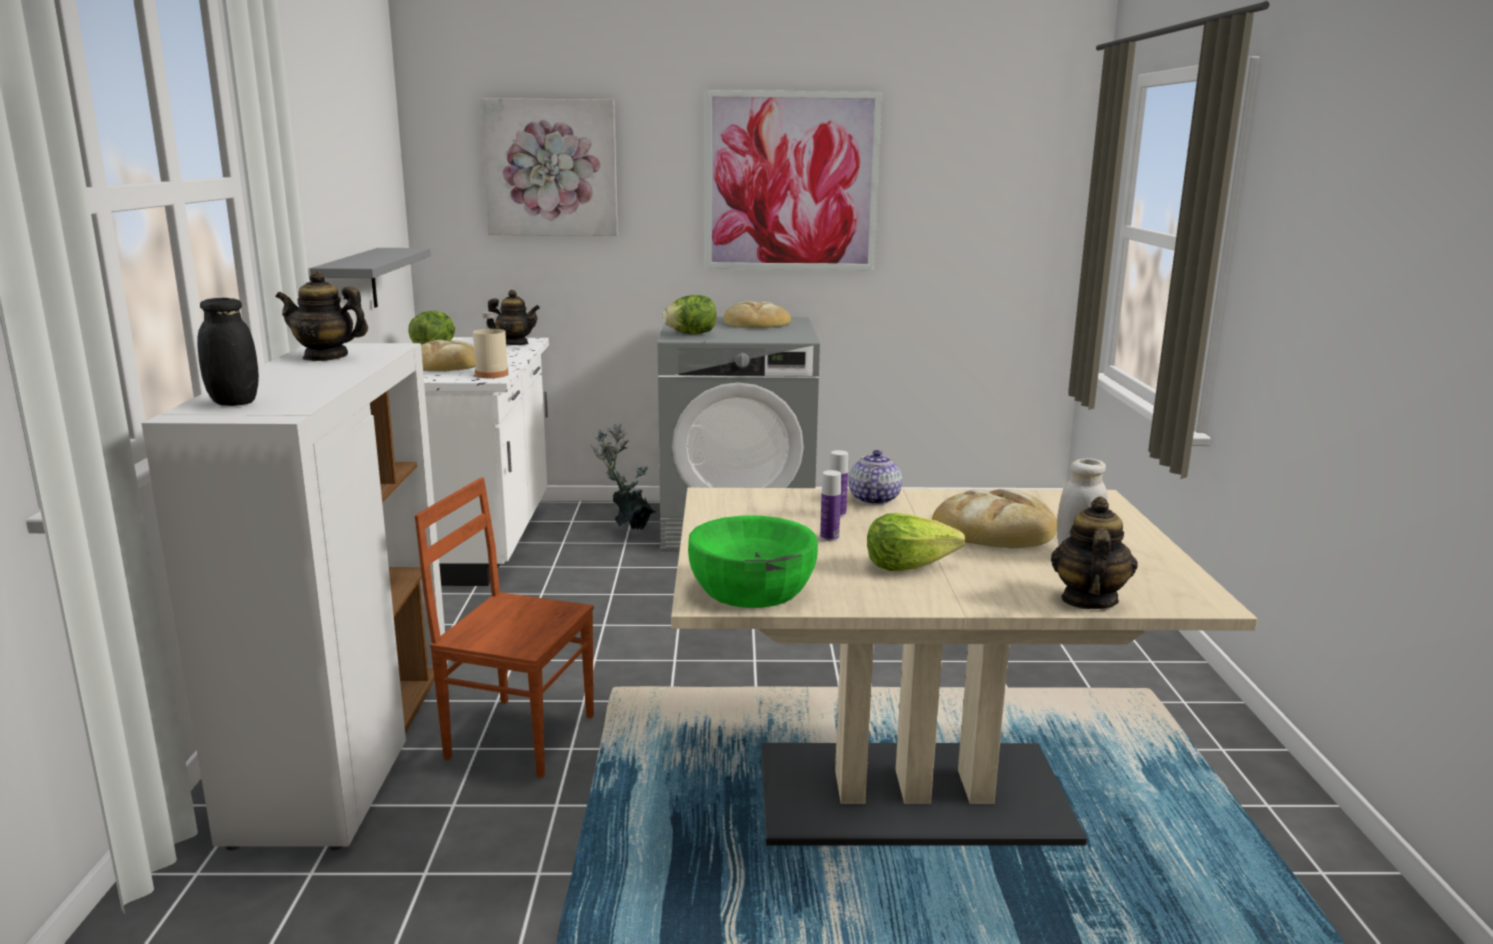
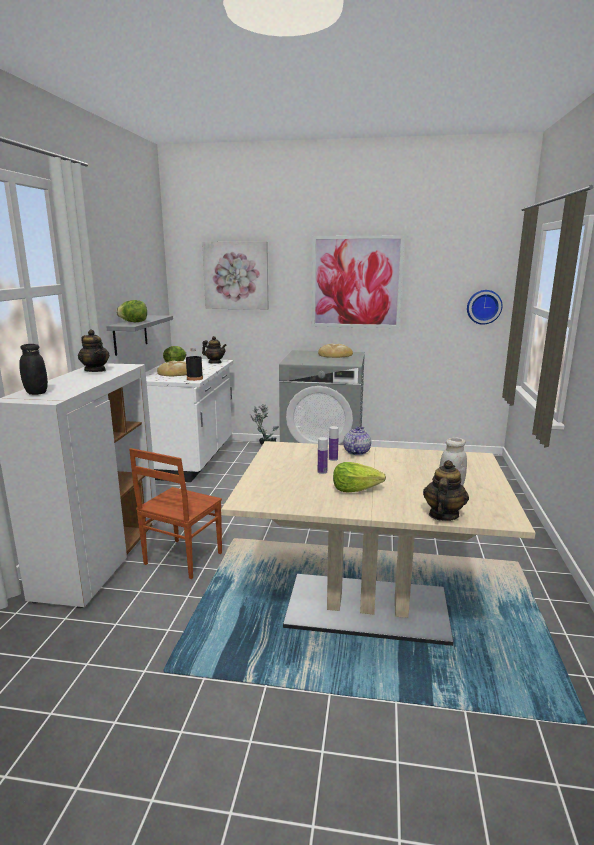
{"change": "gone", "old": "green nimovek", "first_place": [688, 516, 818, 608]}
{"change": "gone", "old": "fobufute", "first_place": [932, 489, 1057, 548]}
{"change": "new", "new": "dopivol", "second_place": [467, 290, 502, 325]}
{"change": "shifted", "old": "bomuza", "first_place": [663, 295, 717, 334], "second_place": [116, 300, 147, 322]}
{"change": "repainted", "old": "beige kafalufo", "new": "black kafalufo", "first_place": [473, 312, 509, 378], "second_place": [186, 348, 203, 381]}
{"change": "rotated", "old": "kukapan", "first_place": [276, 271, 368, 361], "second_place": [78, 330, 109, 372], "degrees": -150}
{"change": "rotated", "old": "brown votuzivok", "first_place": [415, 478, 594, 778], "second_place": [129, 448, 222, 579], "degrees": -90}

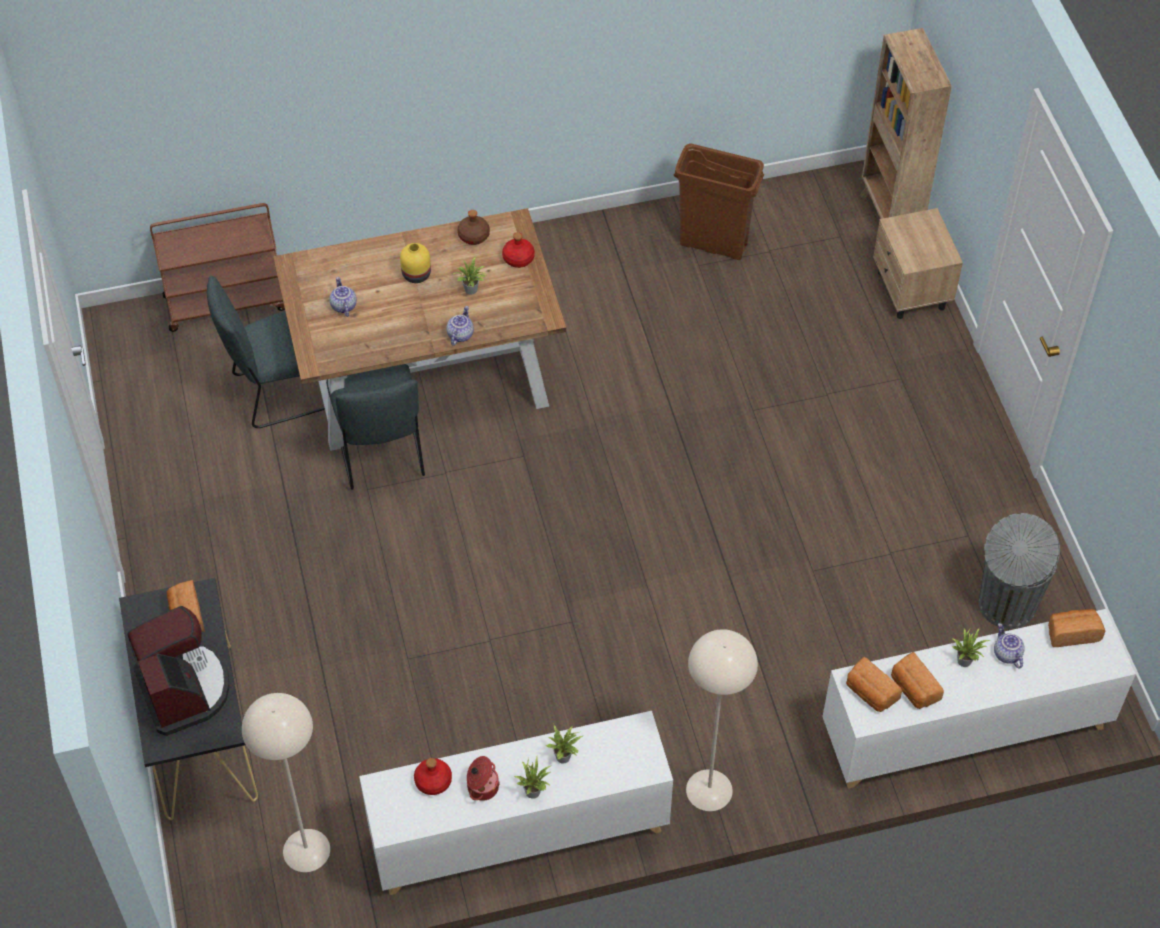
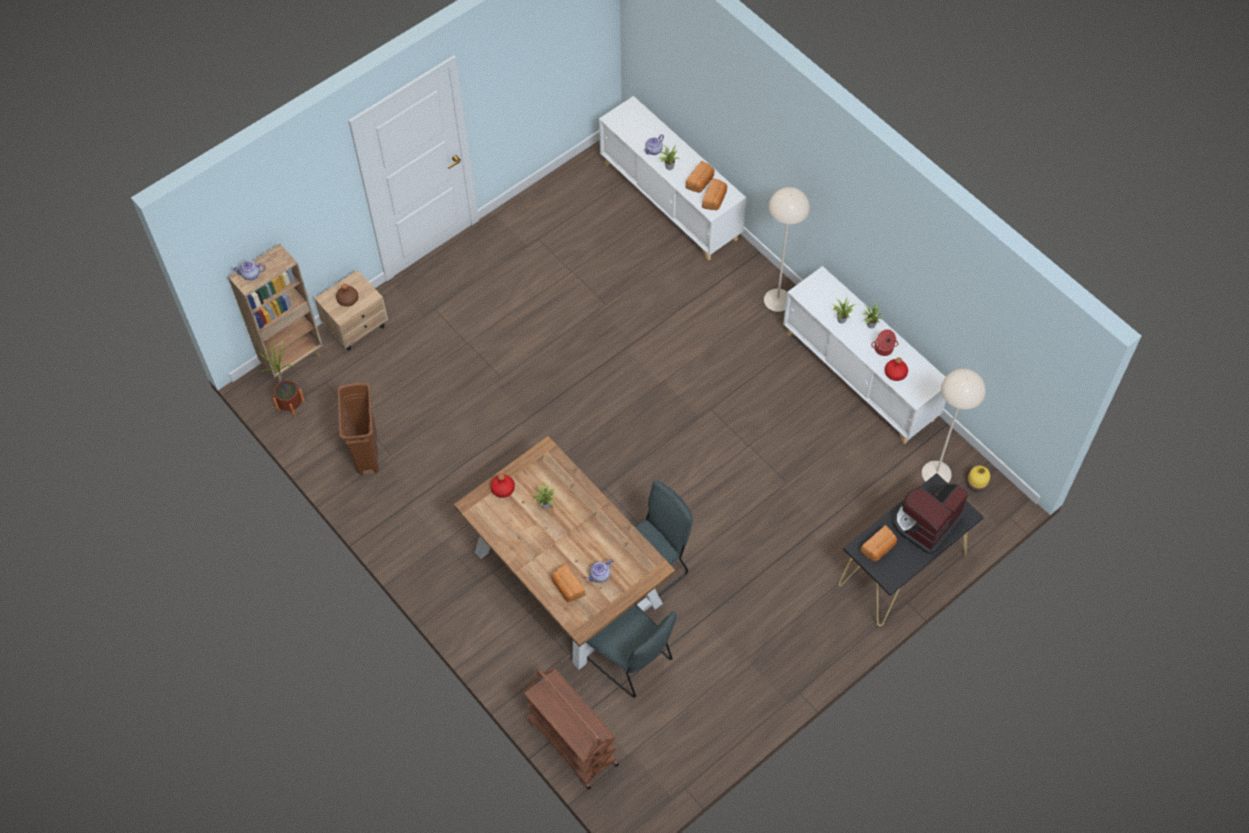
{"change": "gone", "old": "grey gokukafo", "first_place": [979, 513, 1060, 629]}
{"change": "new", "new": "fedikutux", "second_place": [258, 344, 305, 417]}
{"change": "shifted", "old": "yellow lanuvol", "first_place": [400, 243, 431, 283], "second_place": [967, 465, 990, 492]}
{"change": "shifted", "old": "kukapan", "first_place": [447, 306, 474, 346], "second_place": [232, 261, 266, 280]}
{"change": "shifted", "old": "brown kafalufo", "first_place": [457, 210, 490, 245], "second_place": [336, 284, 359, 307]}
{"change": "shifted", "old": "fobufute", "first_place": [1048, 609, 1105, 647], "second_place": [551, 563, 586, 602]}

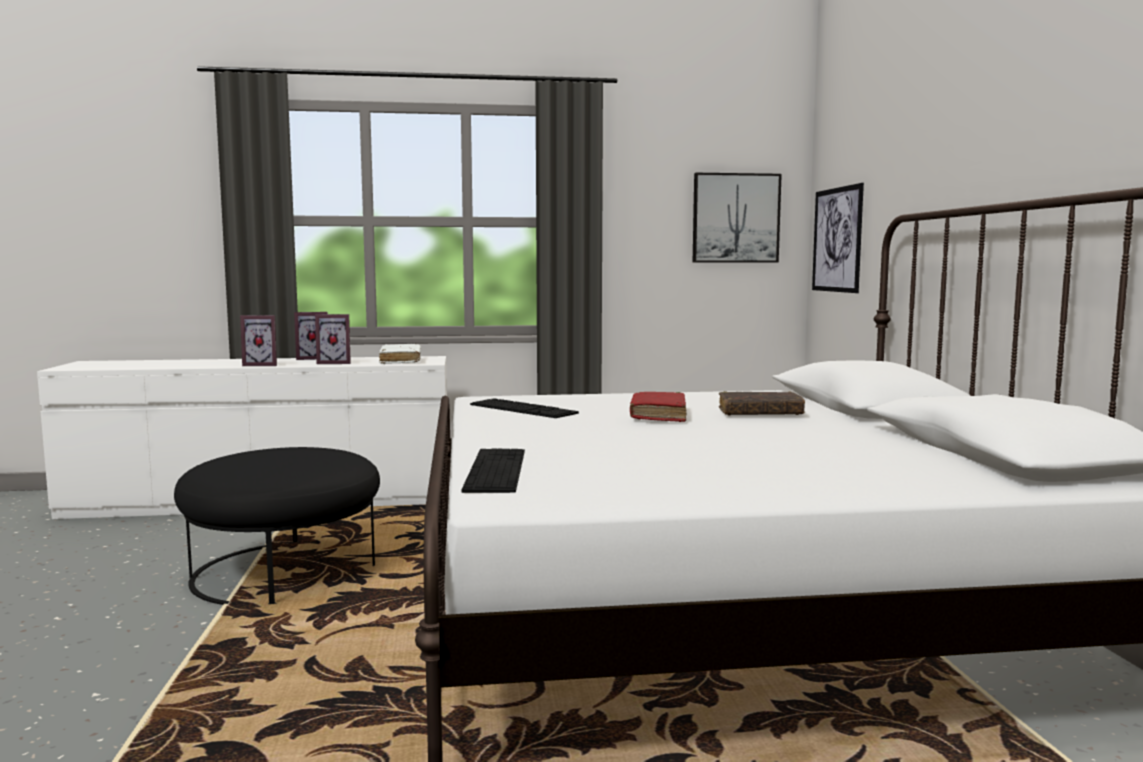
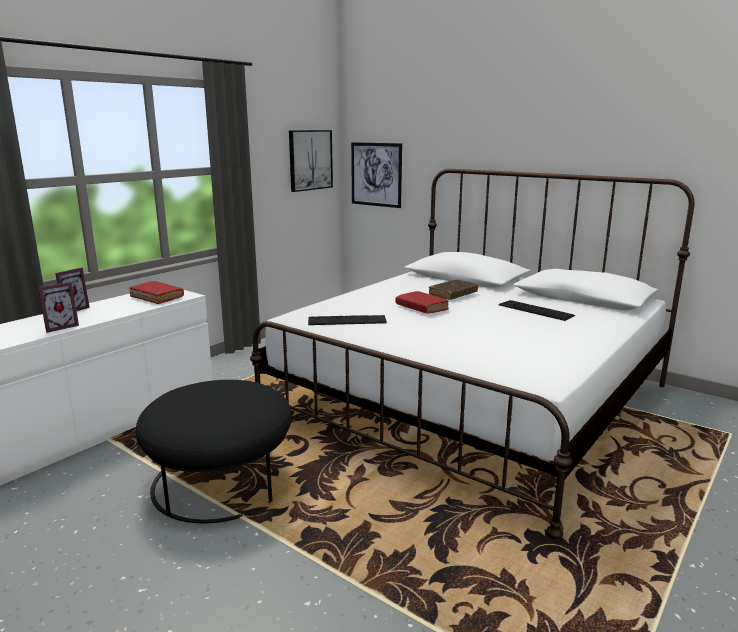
{"change": "gone", "old": "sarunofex", "first_place": [315, 314, 351, 364]}
{"change": "shifted", "old": "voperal", "first_place": [462, 449, 525, 493], "second_place": [499, 300, 575, 321]}
{"change": "repainted", "old": "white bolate", "new": "red bolate", "first_place": [379, 344, 421, 364], "second_place": [130, 281, 184, 304]}

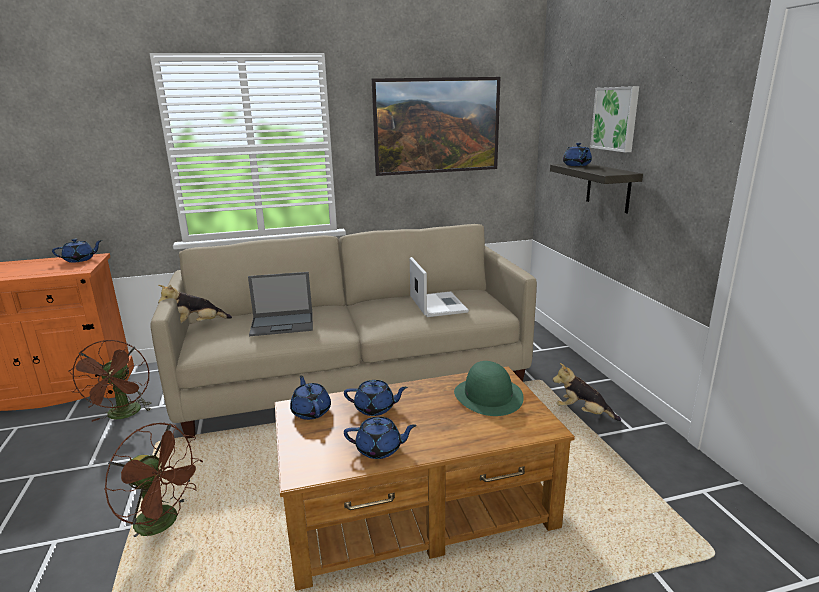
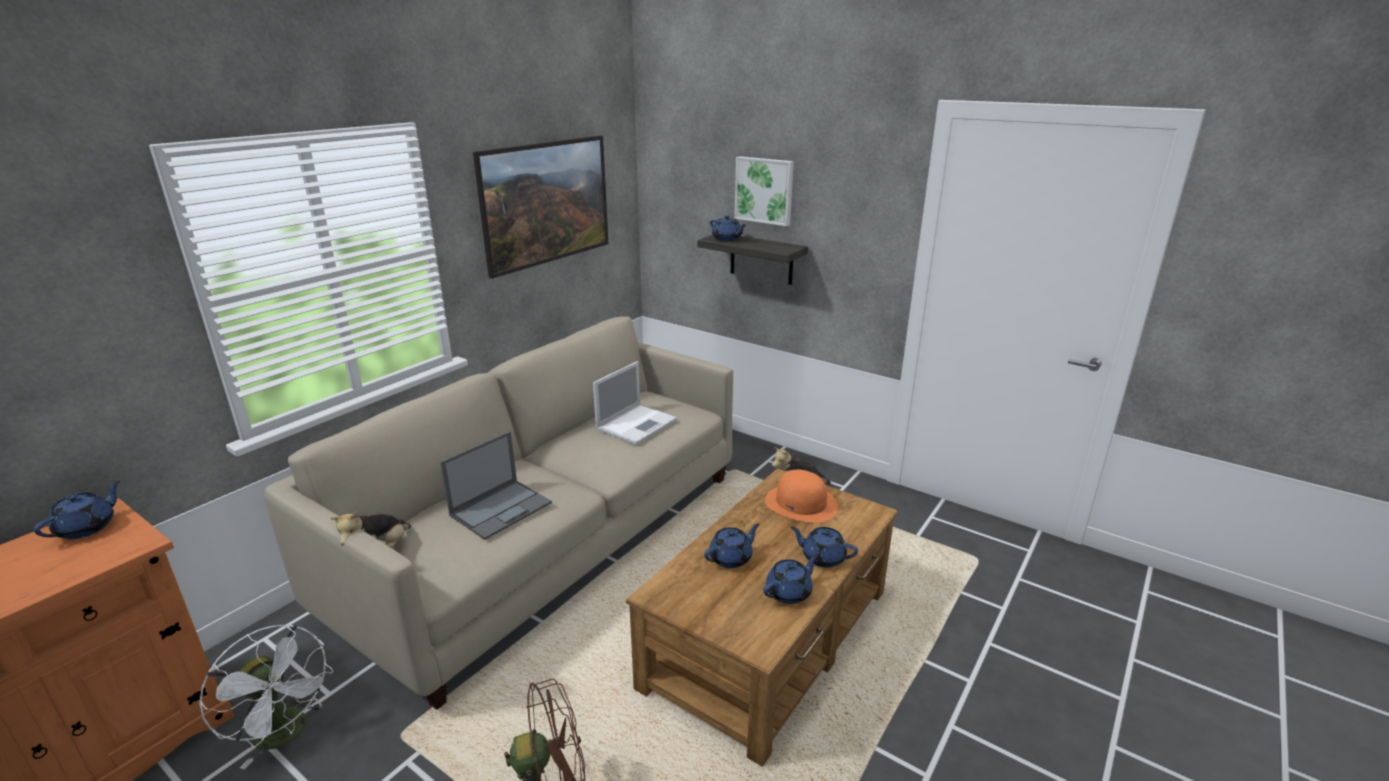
{"change": "shifted", "old": "blue kukapan", "first_place": [290, 375, 331, 420], "second_place": [790, 526, 858, 568]}
{"change": "repainted", "old": "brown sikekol", "new": "white sikekol", "first_place": [69, 340, 152, 422], "second_place": [199, 624, 333, 770]}
{"change": "repainted", "old": "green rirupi", "new": "orange rirupi", "first_place": [454, 361, 524, 416], "second_place": [765, 470, 838, 523]}
{"change": "rotated", "old": "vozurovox", "first_place": [410, 257, 469, 317], "second_place": [593, 361, 677, 445], "degrees": 90}

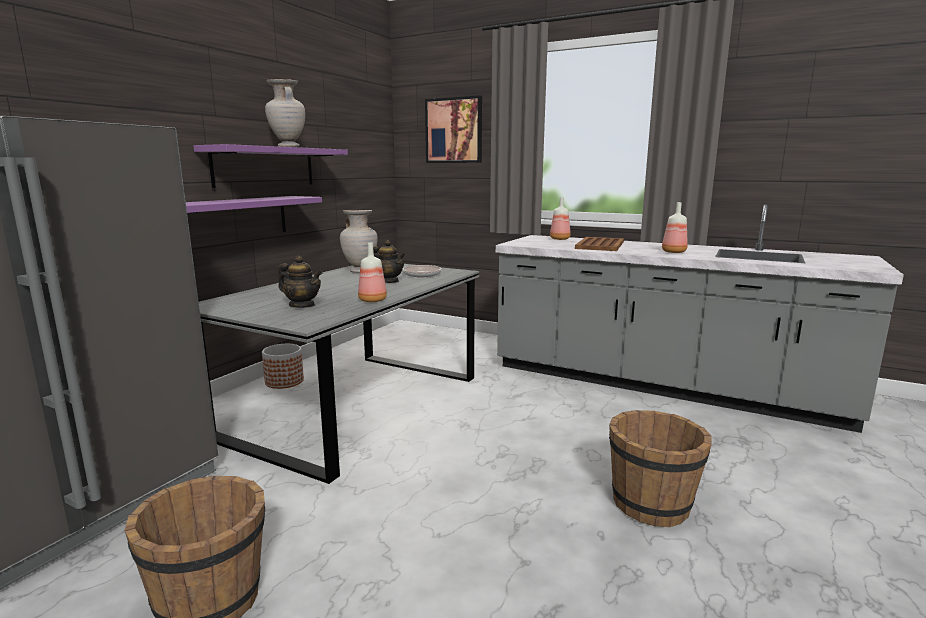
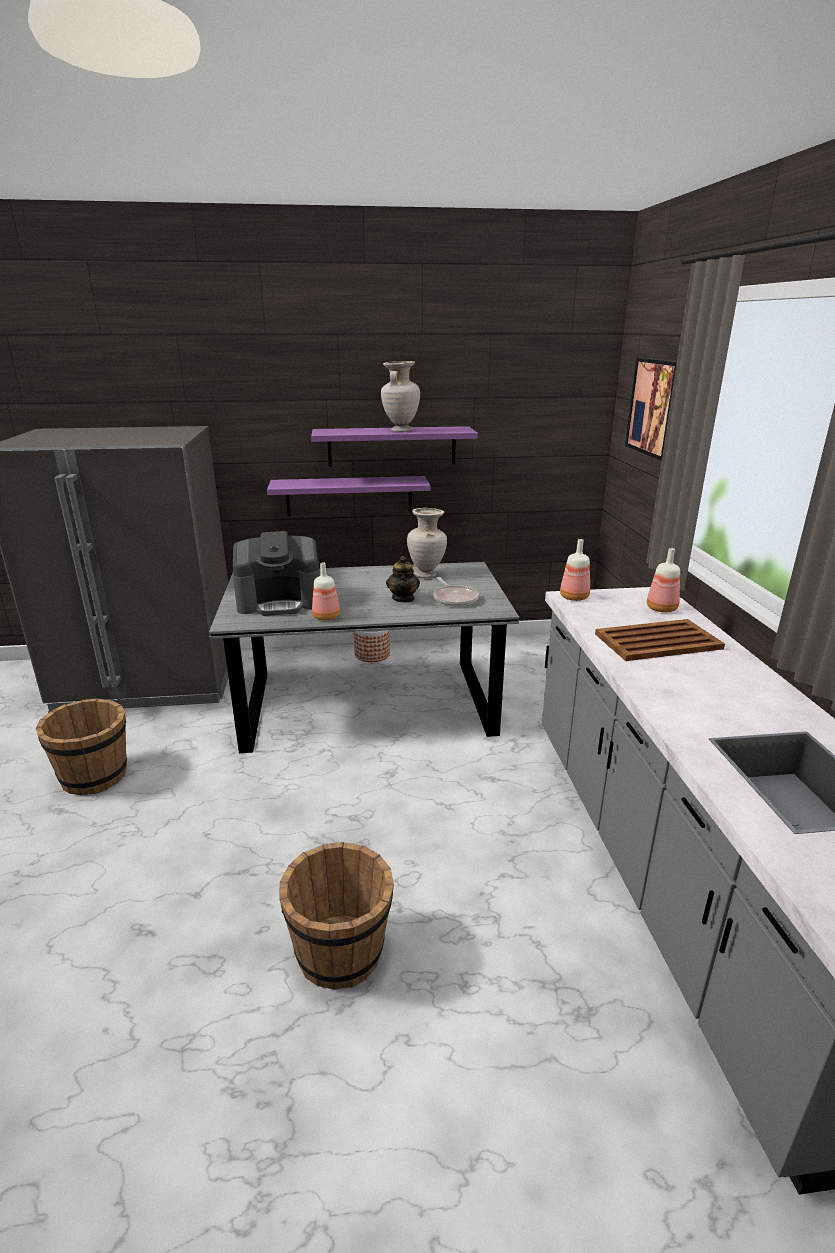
{"change": "shifted", "old": "kafalufo", "first_place": [662, 202, 688, 253], "second_place": [560, 539, 590, 601]}
{"change": "swapped", "old": "kukapan", "new": "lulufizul", "first_place": [278, 256, 323, 308], "second_place": [233, 531, 320, 616]}

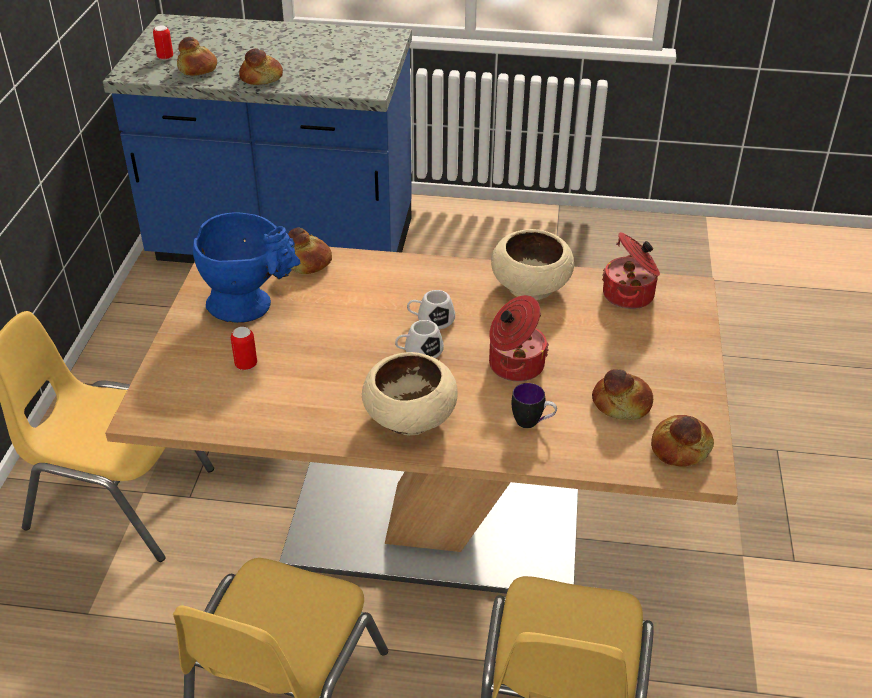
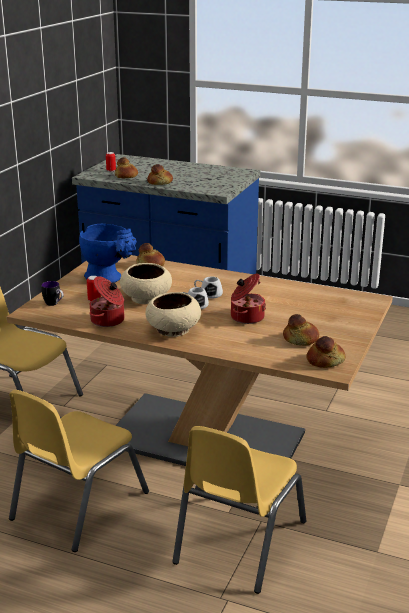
{"change": "shifted", "old": "beige nimovek", "first_place": [491, 229, 574, 300], "second_place": [120, 263, 172, 304]}
{"change": "shifted", "old": "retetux", "first_place": [512, 383, 557, 428], "second_place": [41, 281, 64, 306]}
{"change": "shifted", "old": "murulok", "first_place": [602, 232, 660, 309], "second_place": [90, 276, 125, 327]}

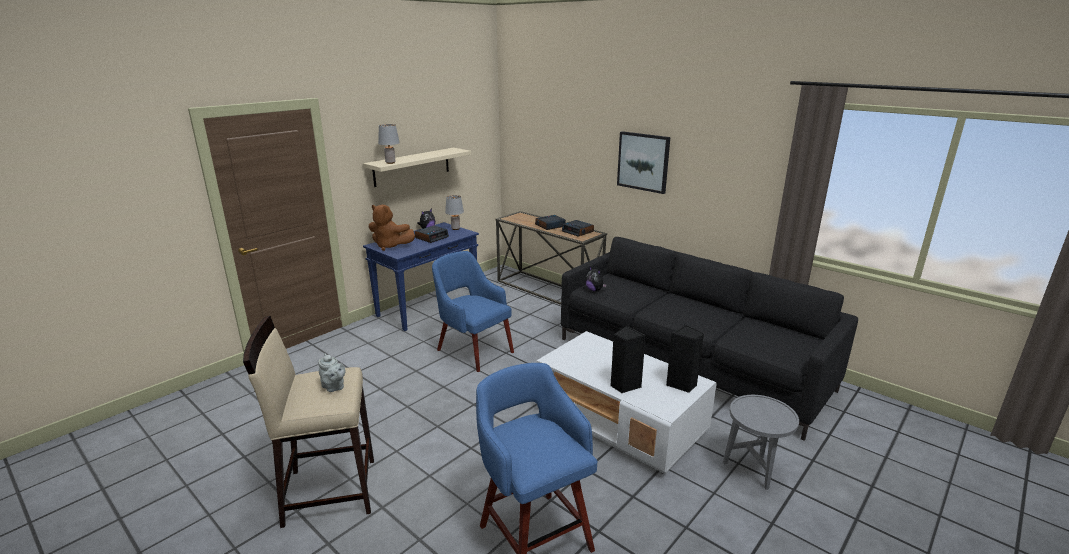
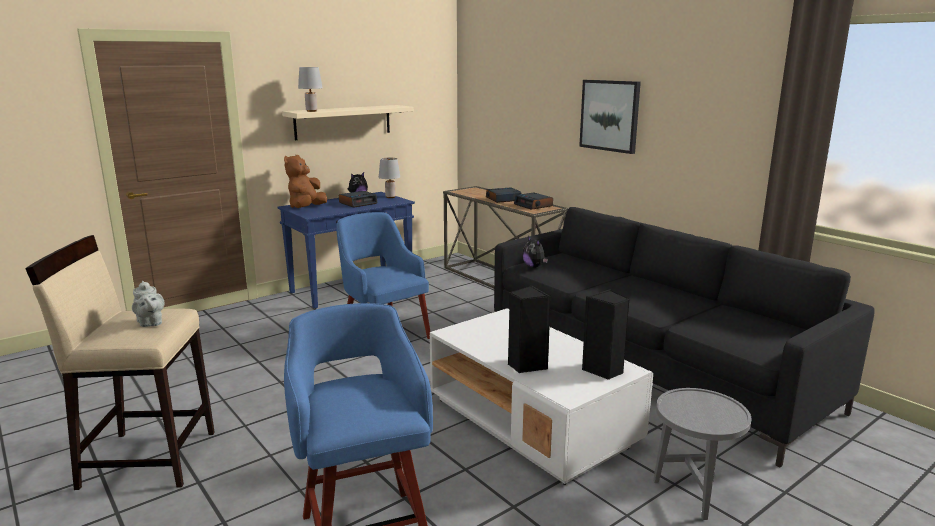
{"change": "rotated", "old": "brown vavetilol", "first_place": [369, 205, 415, 251], "second_place": [284, 155, 327, 208], "degrees": 75}

